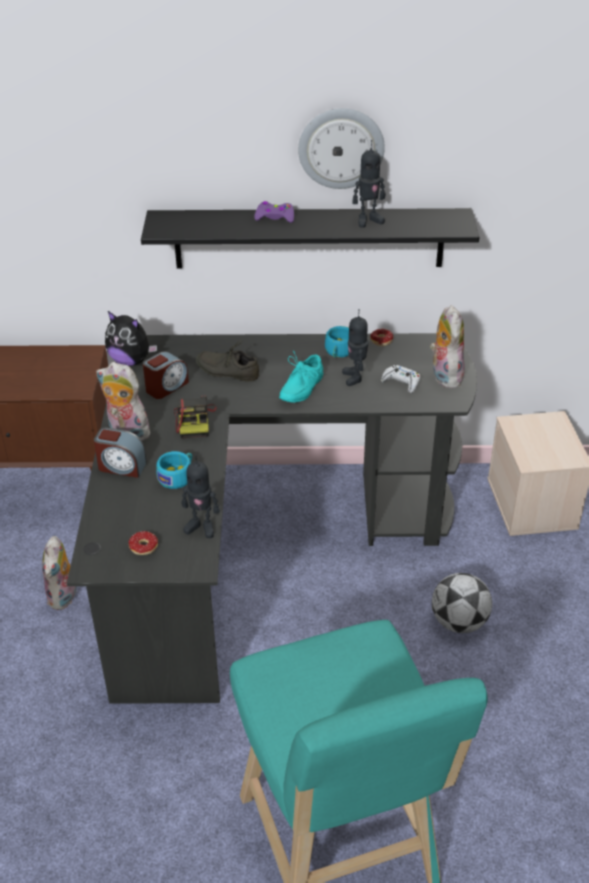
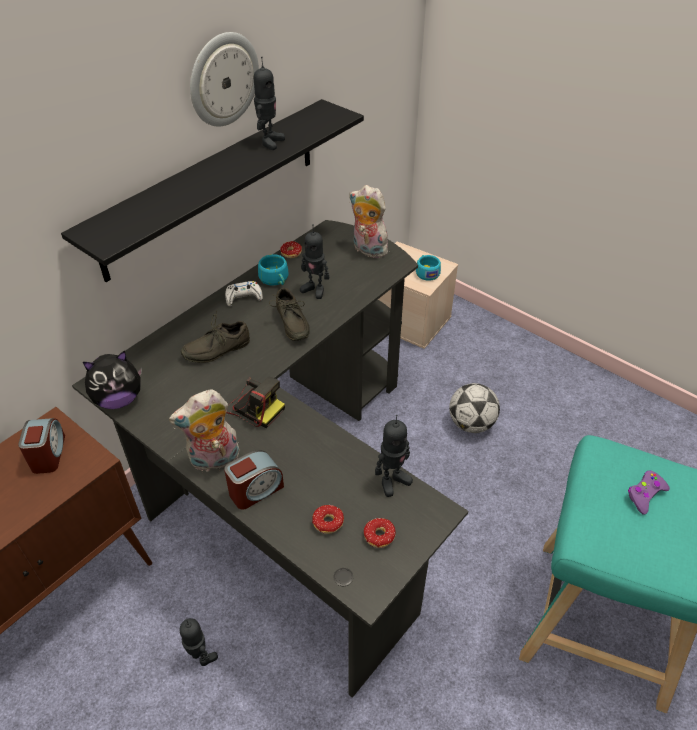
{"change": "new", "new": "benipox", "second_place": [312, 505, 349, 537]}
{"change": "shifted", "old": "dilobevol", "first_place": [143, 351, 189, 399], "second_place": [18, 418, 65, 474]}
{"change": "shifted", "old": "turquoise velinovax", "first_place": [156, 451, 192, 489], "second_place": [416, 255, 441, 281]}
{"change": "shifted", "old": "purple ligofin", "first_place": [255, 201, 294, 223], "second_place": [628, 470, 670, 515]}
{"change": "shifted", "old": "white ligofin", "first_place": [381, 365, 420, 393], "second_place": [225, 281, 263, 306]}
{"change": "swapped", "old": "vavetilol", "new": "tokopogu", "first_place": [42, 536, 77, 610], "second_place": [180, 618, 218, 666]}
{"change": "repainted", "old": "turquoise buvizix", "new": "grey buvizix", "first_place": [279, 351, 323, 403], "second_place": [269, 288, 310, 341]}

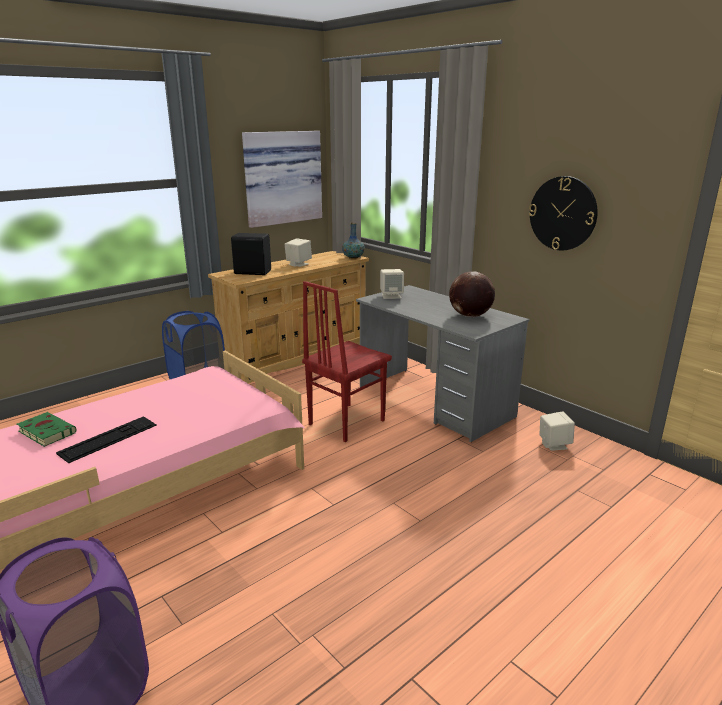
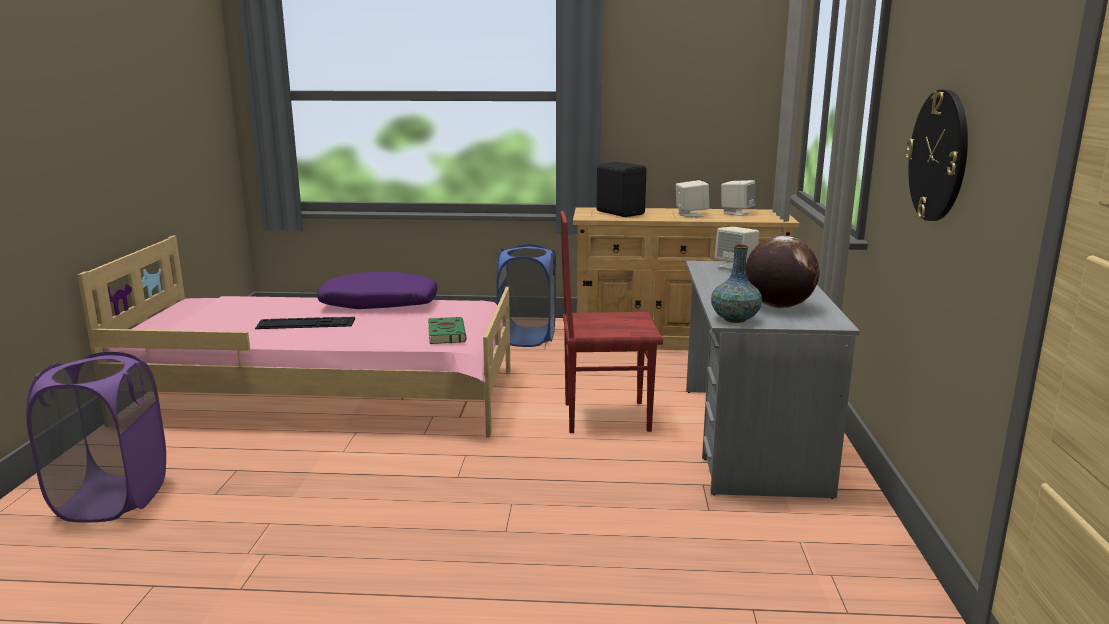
{"change": "gone", "old": "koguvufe", "first_place": [242, 131, 322, 228]}
{"change": "new", "new": "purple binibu", "second_place": [317, 272, 437, 309]}
{"change": "shifted", "old": "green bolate", "first_place": [16, 412, 77, 447], "second_place": [428, 317, 466, 344]}
{"change": "shifted", "old": "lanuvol", "first_place": [342, 223, 365, 259], "second_place": [711, 244, 762, 323]}
{"change": "shifted", "old": "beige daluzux", "first_place": [539, 411, 575, 451], "second_place": [721, 180, 755, 216]}

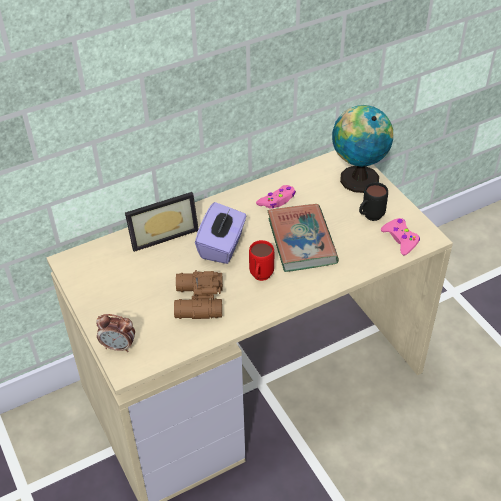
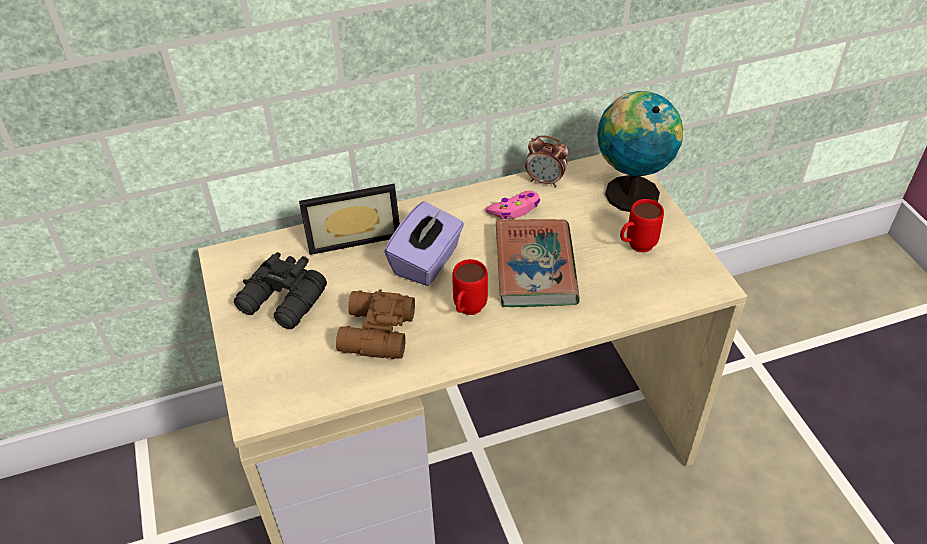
{"change": "gone", "old": "pink ligofin", "first_place": [381, 218, 420, 256]}
{"change": "new", "new": "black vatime", "second_place": [234, 252, 327, 329]}
{"change": "shifted", "old": "dilobevol", "first_place": [96, 314, 135, 352], "second_place": [525, 135, 568, 187]}
{"change": "repainted", "old": "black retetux", "new": "red retetux", "first_place": [359, 182, 388, 221], "second_place": [620, 199, 664, 252]}

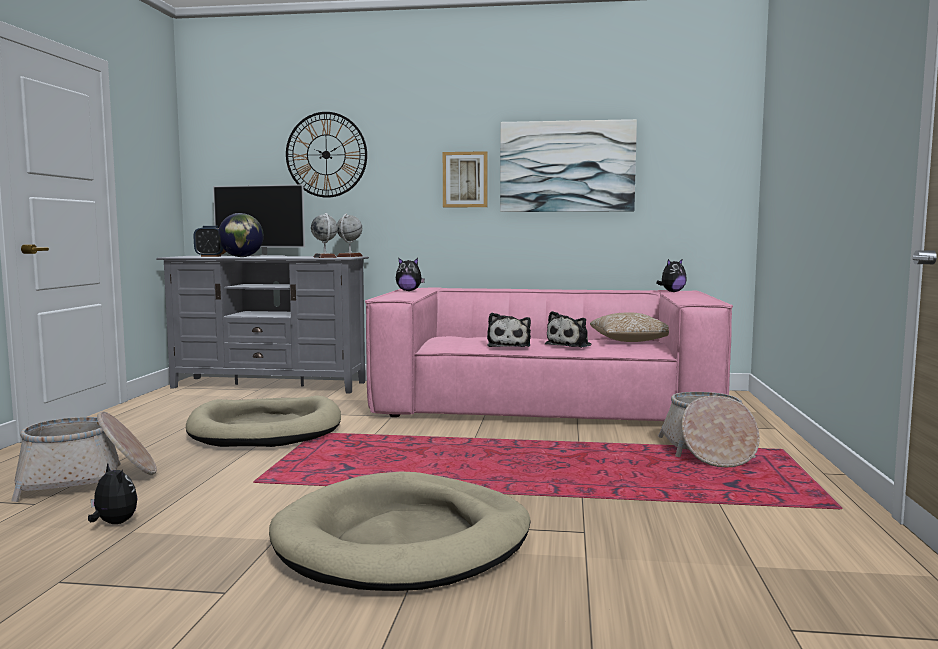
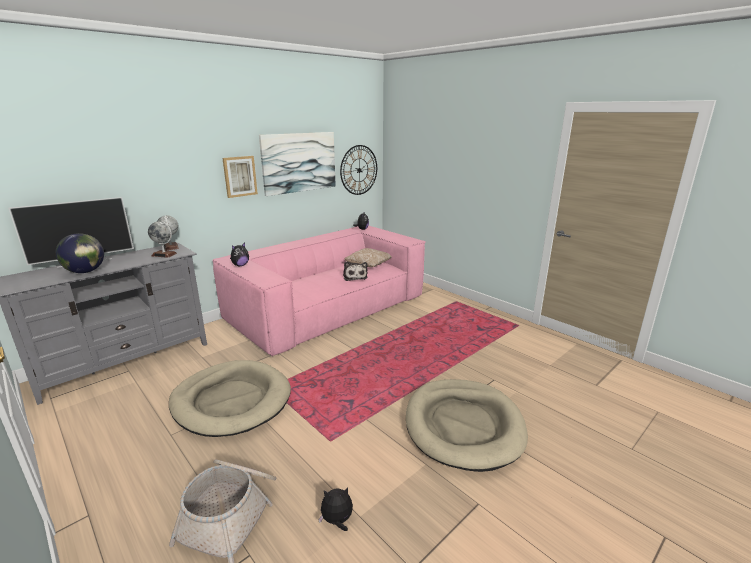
{"change": "gone", "old": "dilobevol", "first_place": [194, 226, 226, 257]}
{"change": "gone", "old": "vavetilol", "first_place": [487, 313, 531, 347]}
{"change": "gone", "old": "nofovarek", "first_place": [658, 392, 760, 467]}
{"change": "shifted", "old": "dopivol", "first_place": [286, 112, 367, 198], "second_place": [340, 145, 377, 195]}

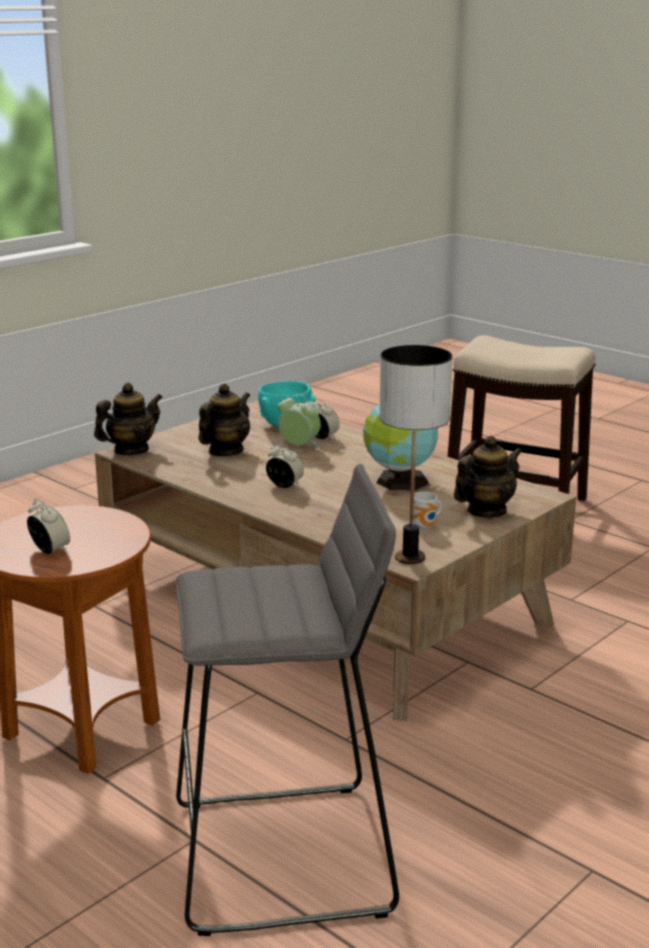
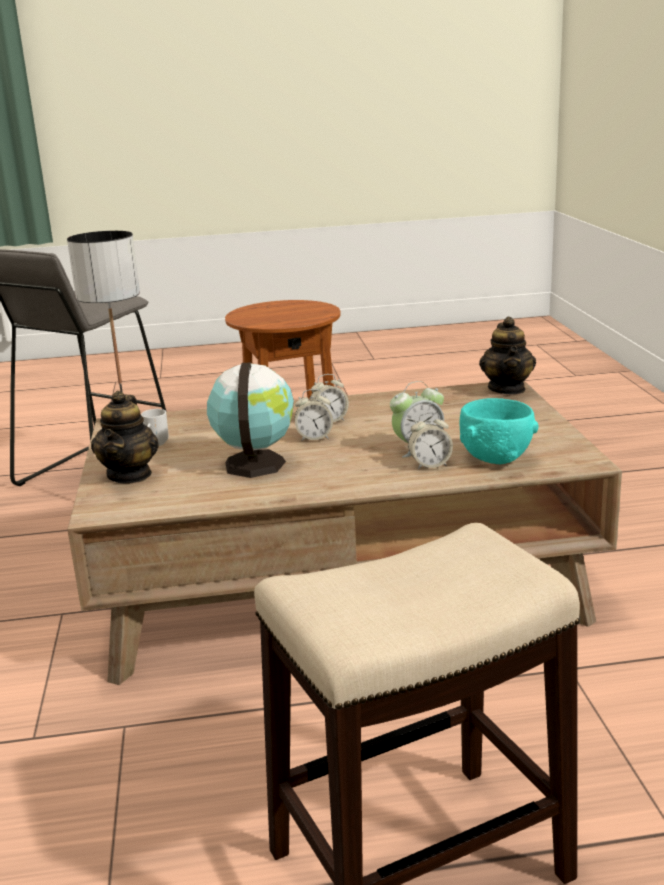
{"change": "gone", "old": "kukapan", "first_place": [198, 383, 250, 456]}
{"change": "shifted", "old": "dilobevol", "first_place": [27, 499, 70, 554], "second_place": [295, 389, 333, 441]}

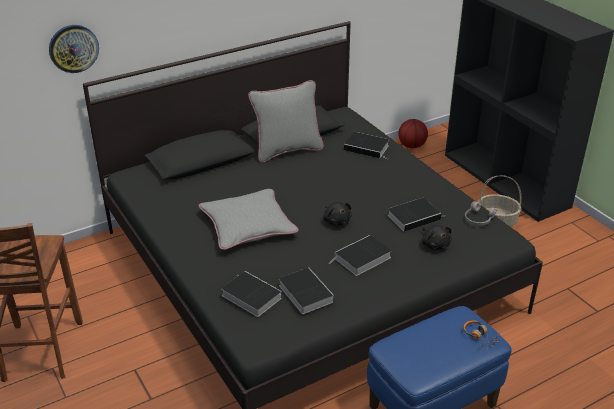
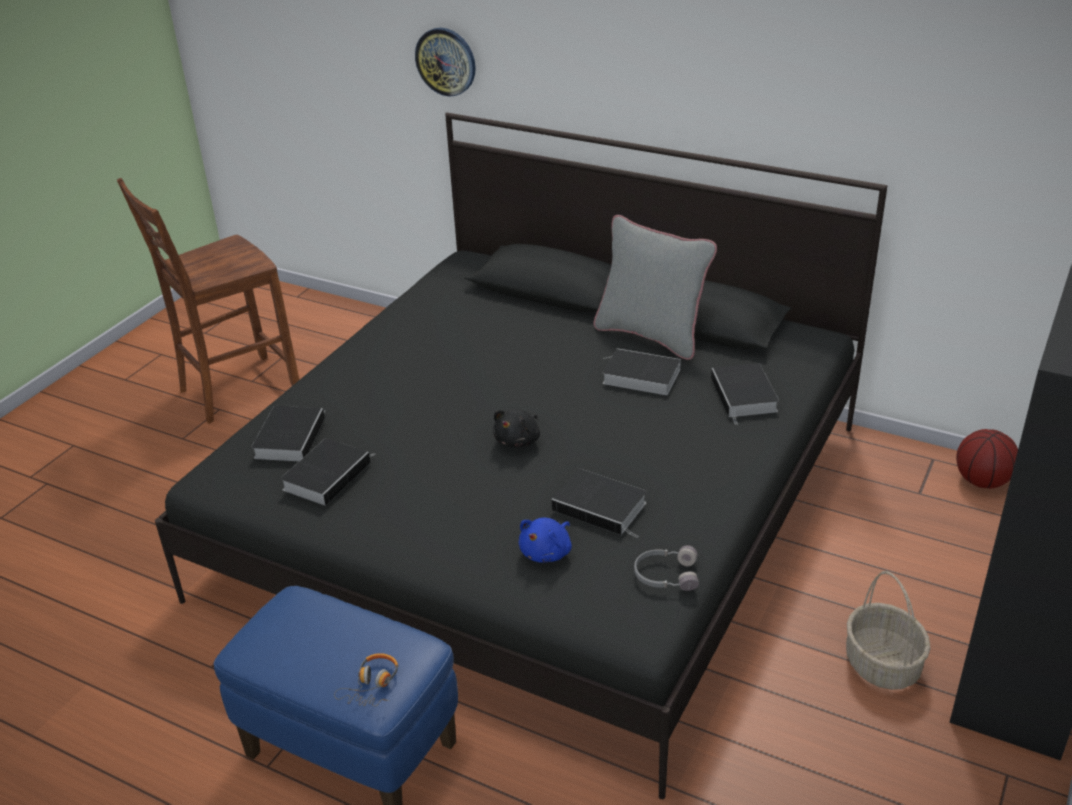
{"change": "gone", "old": "grey binibu", "first_place": [199, 189, 299, 250]}
{"change": "shifted", "old": "bolate", "first_place": [333, 235, 392, 276], "second_place": [603, 348, 681, 395]}
{"change": "repainted", "old": "black vavetilol", "new": "blue vavetilol", "first_place": [422, 225, 452, 250], "second_place": [518, 518, 572, 562]}

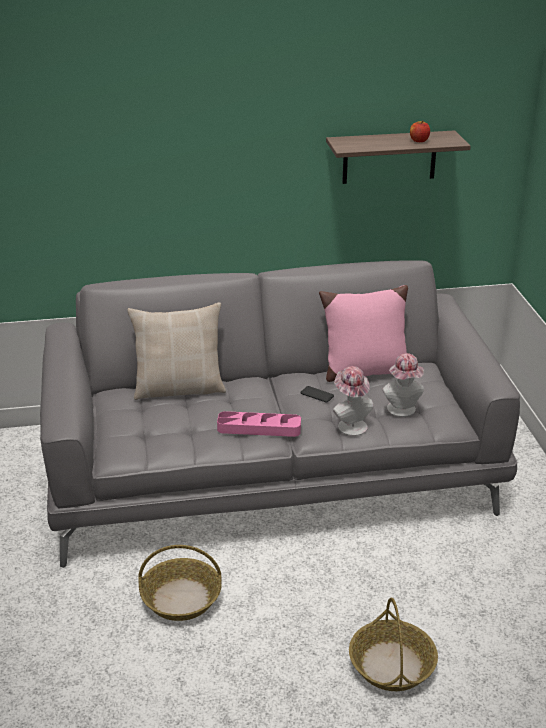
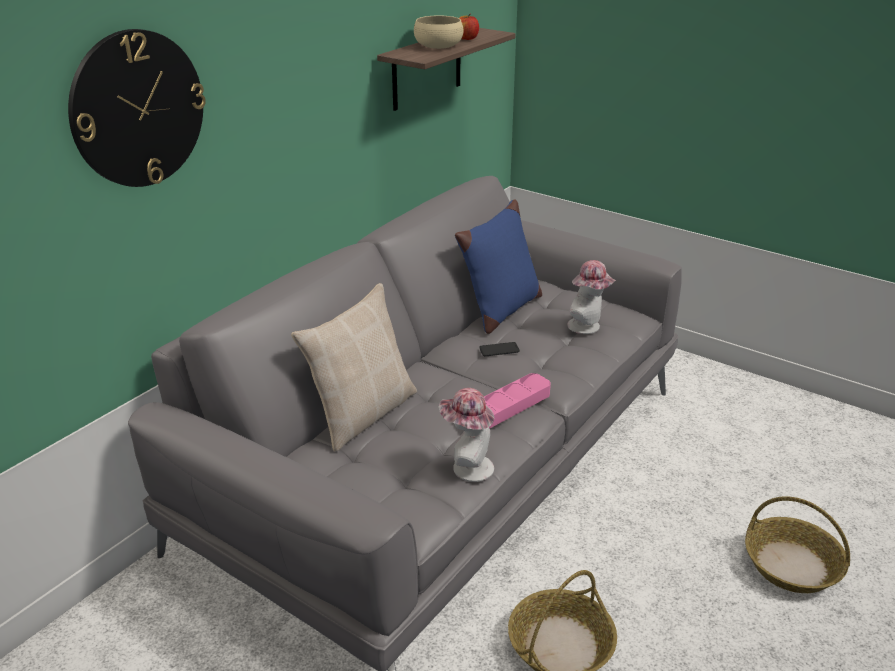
{"change": "new", "new": "dopivol", "second_place": [68, 29, 206, 187]}
{"change": "new", "new": "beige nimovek", "second_place": [414, 16, 463, 49]}
{"change": "shifted", "old": "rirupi", "first_place": [333, 366, 374, 436], "second_place": [439, 388, 494, 482]}
{"change": "repainted", "old": "pink binibu", "new": "blue binibu", "first_place": [319, 285, 408, 382], "second_place": [455, 199, 542, 334]}

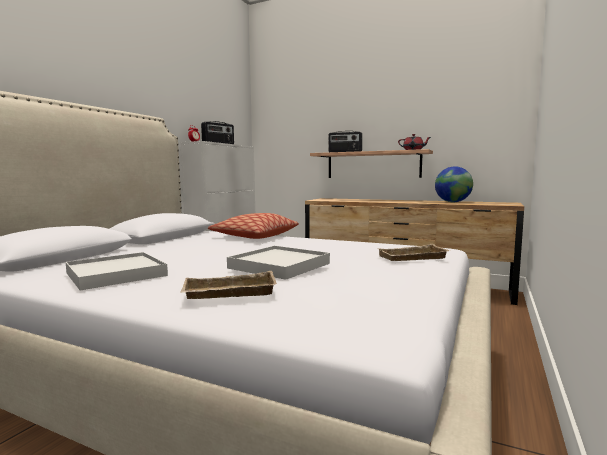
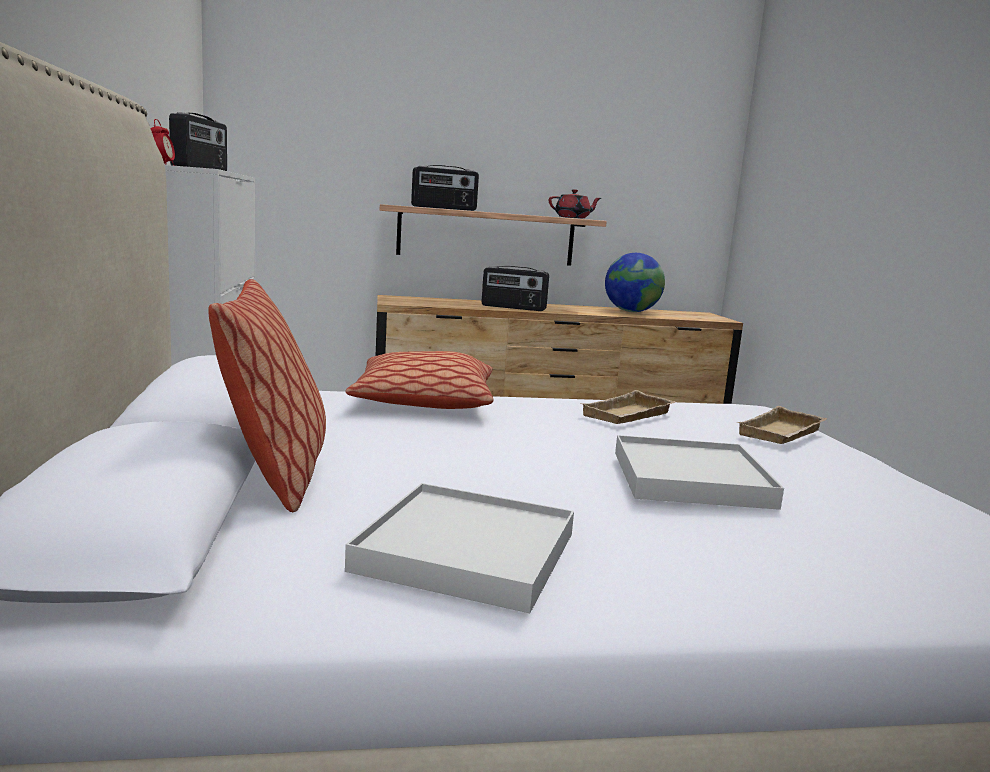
{"change": "new", "new": "binibu", "second_place": [208, 279, 326, 512]}
{"change": "new", "new": "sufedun", "second_place": [482, 266, 549, 311]}
{"change": "shifted", "old": "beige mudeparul", "first_place": [180, 271, 277, 299], "second_place": [581, 390, 675, 424]}

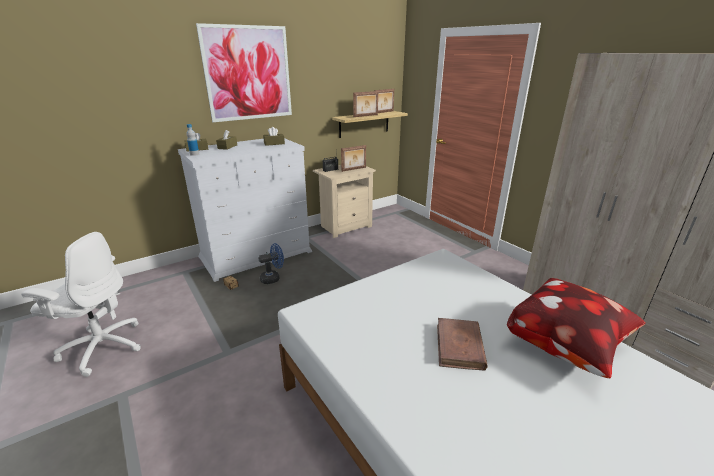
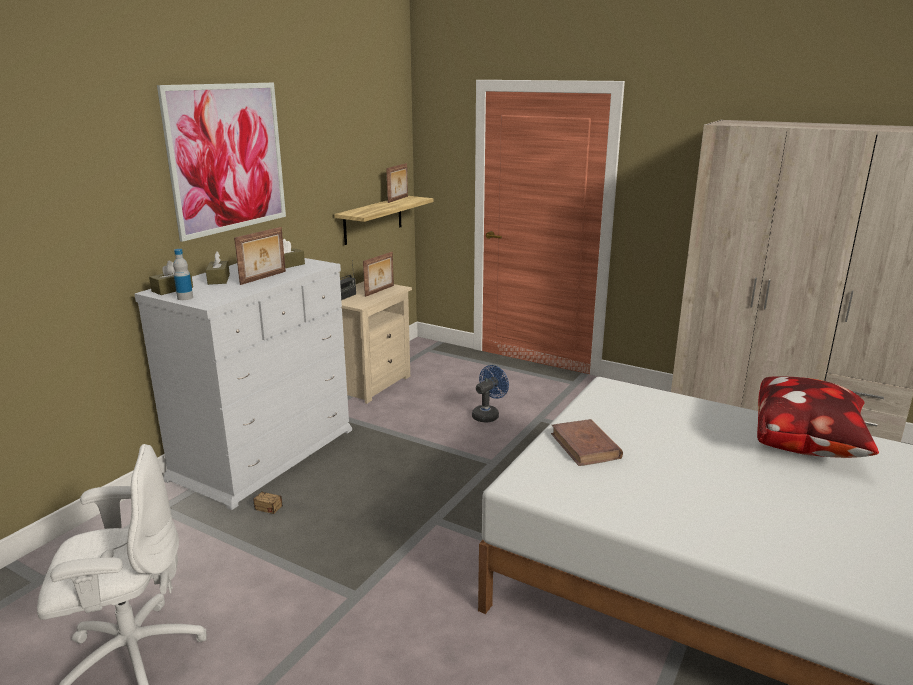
{"change": "shifted", "old": "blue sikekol", "first_place": [258, 243, 284, 284], "second_place": [472, 365, 509, 423]}
{"change": "shifted", "old": "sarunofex", "first_place": [353, 91, 378, 117], "second_place": [234, 227, 286, 285]}
{"change": "shifted", "old": "brown bolate", "first_place": [437, 318, 488, 371], "second_place": [551, 419, 623, 466]}

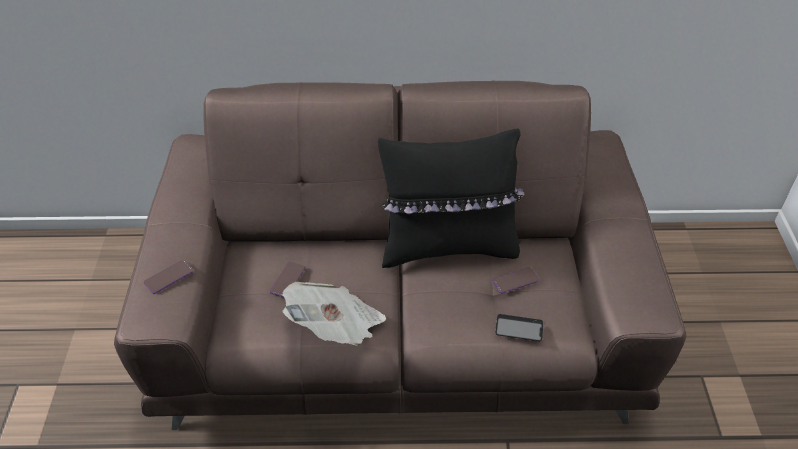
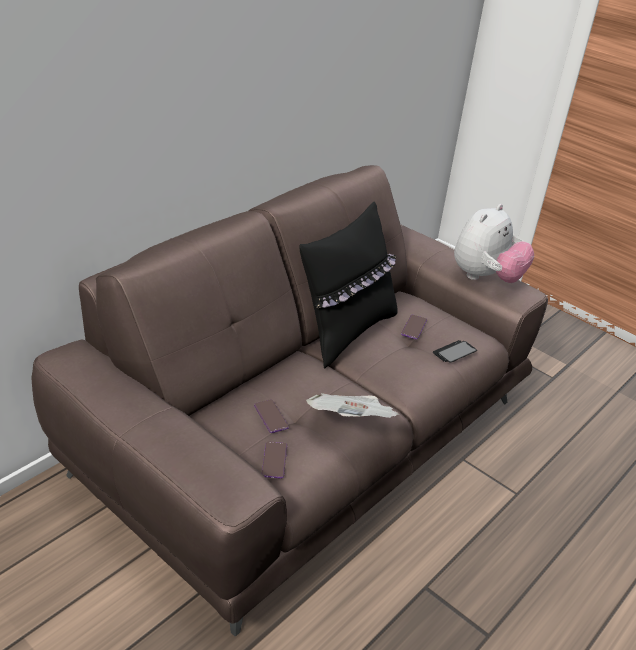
{"change": "new", "new": "vavetilol", "second_place": [454, 204, 534, 283]}
{"change": "shifted", "old": "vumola", "first_place": [144, 260, 194, 294], "second_place": [262, 441, 287, 479]}

